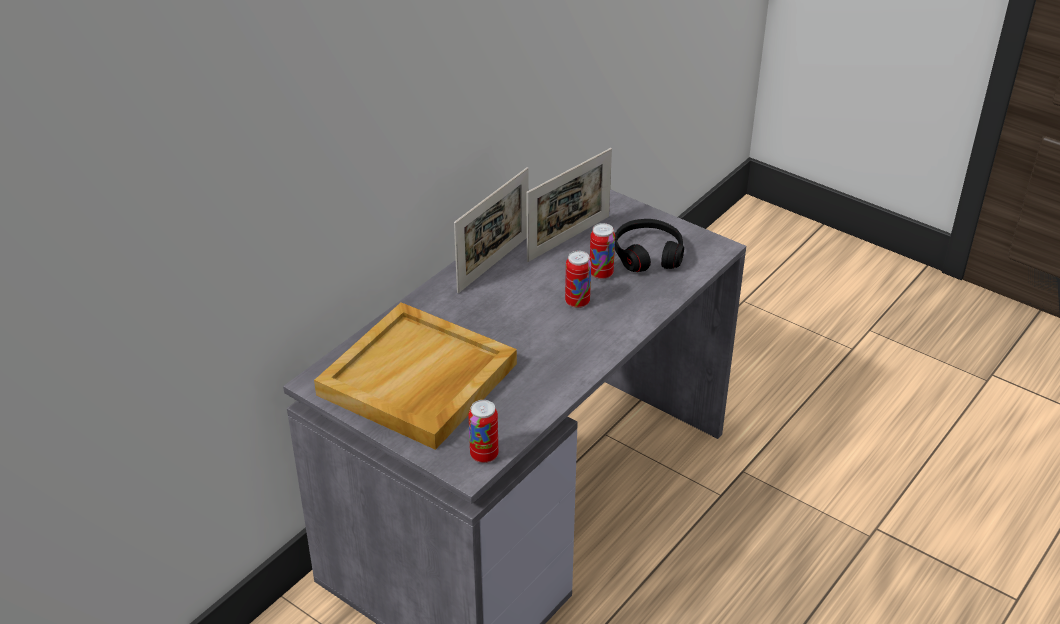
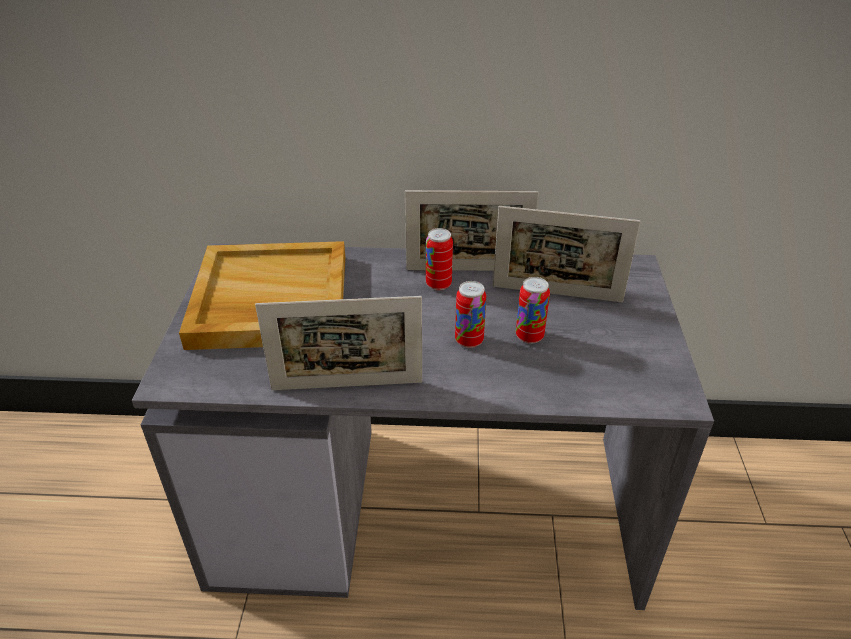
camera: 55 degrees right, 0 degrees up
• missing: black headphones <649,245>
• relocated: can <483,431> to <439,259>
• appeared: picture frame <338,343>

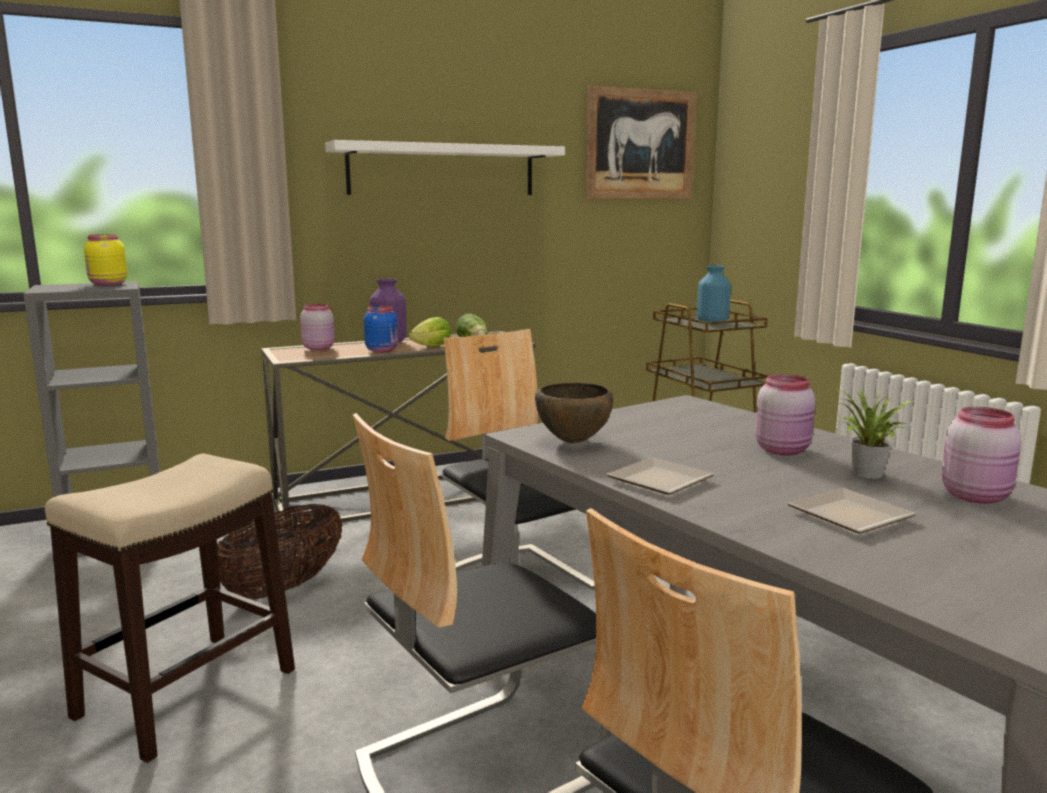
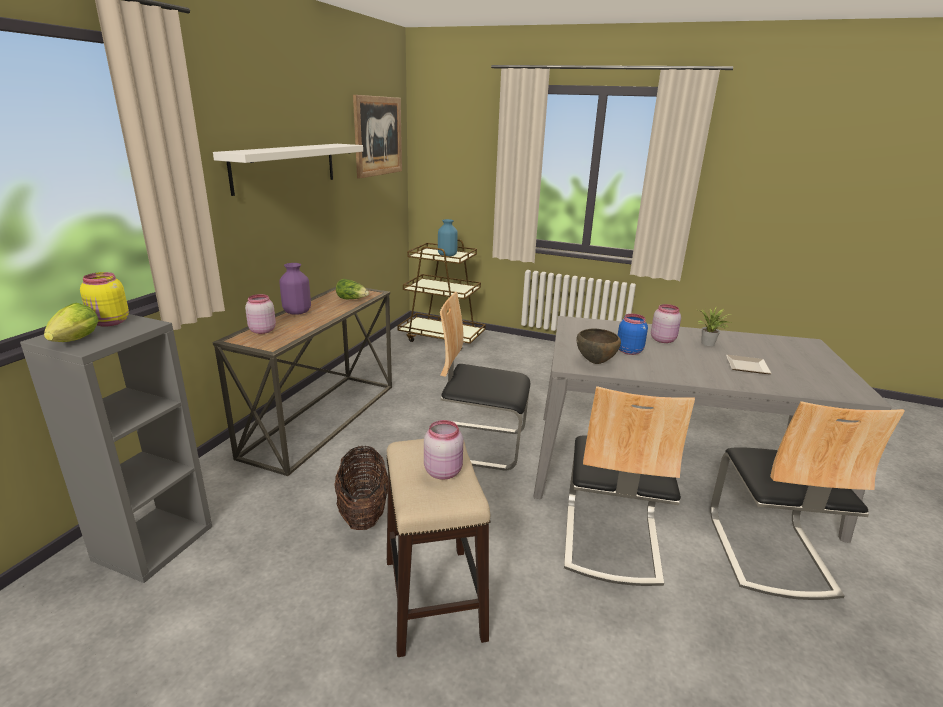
camera: 45 degrees left, 10 degrees up
• relocated: blue jar <381,329> to <633,334>
• relocated: lettuce <430,331> to <71,322>
• relocated: pink jar <981,455> to <443,450>
• missing: plate <660,476>

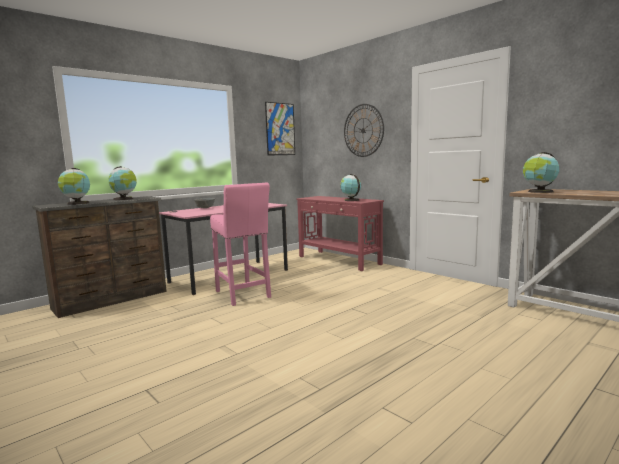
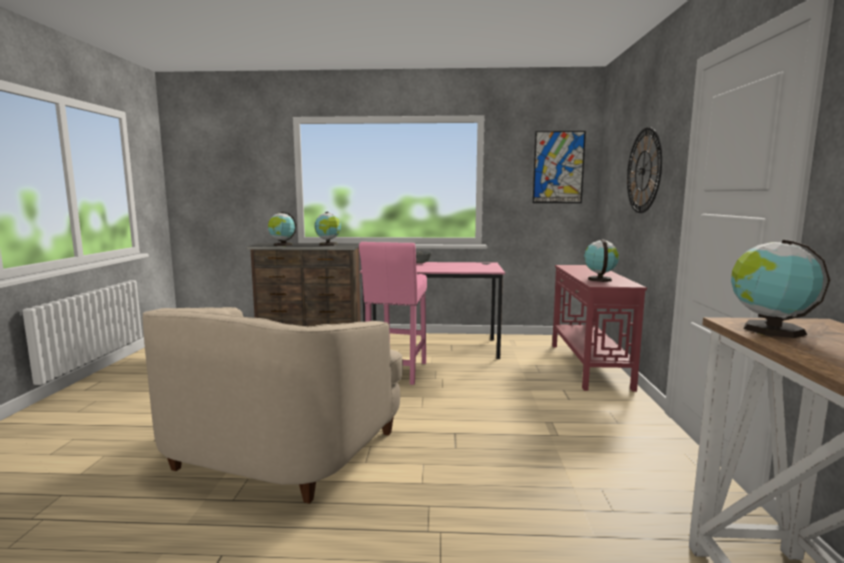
camera: 45 degrees right, 0 degrees up
• appeared: beige armchair <272,405>

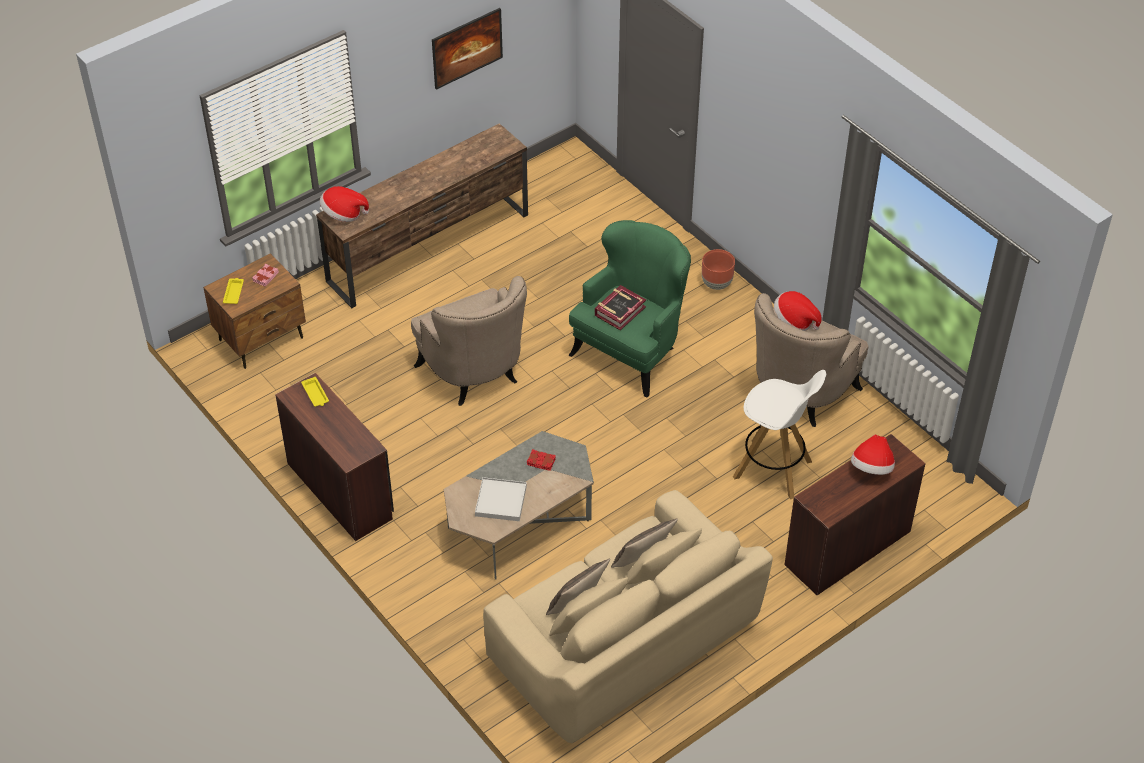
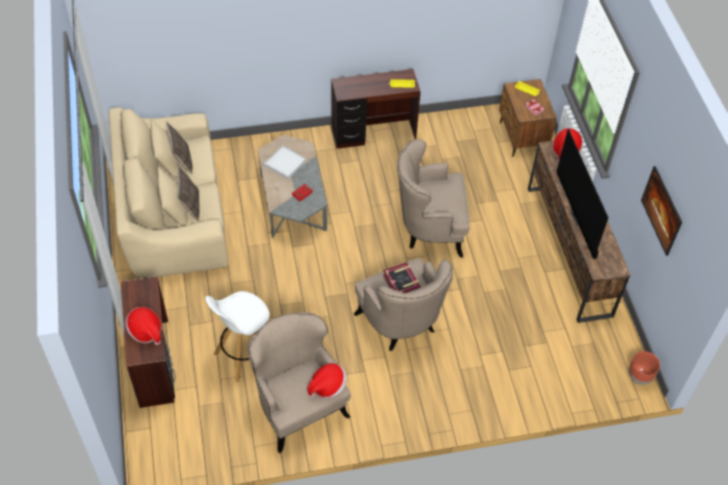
camera: 115 degrees right, 5 degrees up
• colour: green armchair <629,309> to beige armchair <403,304>
• relocated: brown planter <718,269> to <644,368>
• appeared: television <583,194>

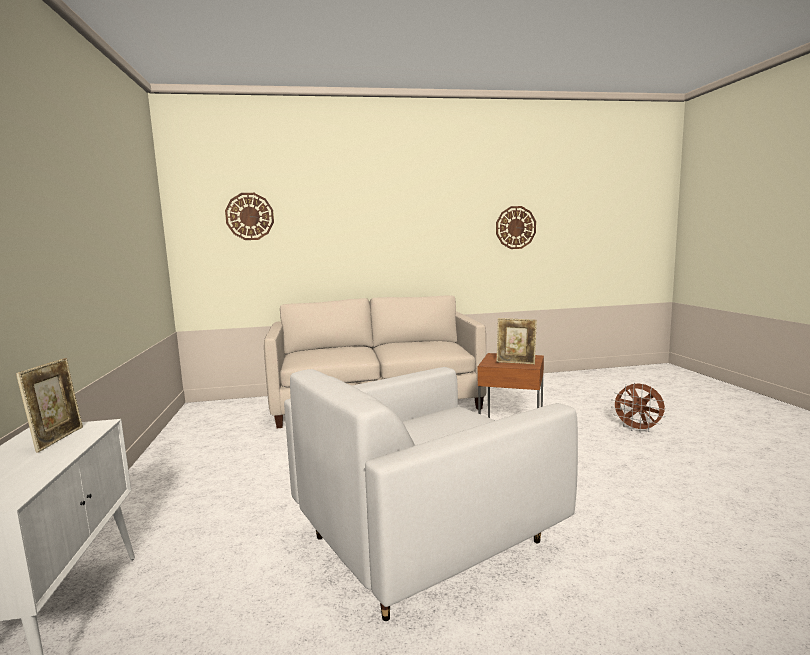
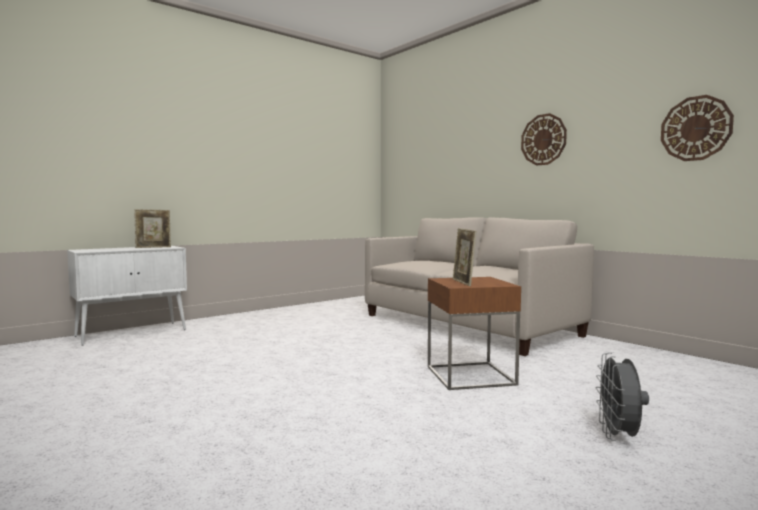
camera: 60 degrees right, 5 degrees down
• relocated: wall clock <249,216> to <544,139>
• missing: white armchair <431,494>
• colour: brown fan <638,408> to grey fan <622,396>

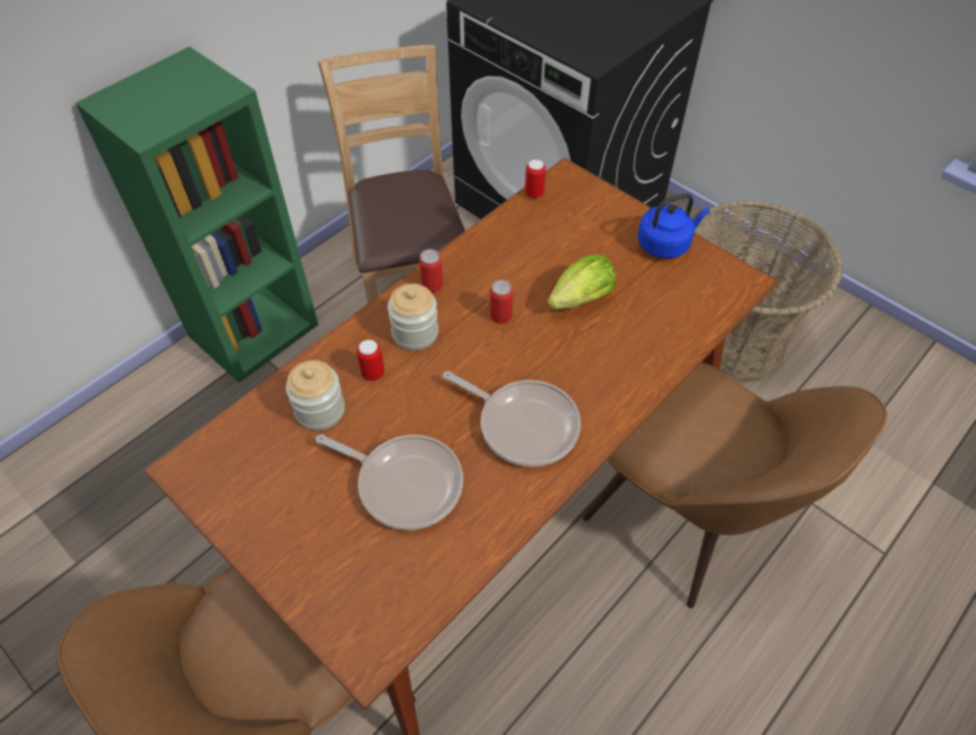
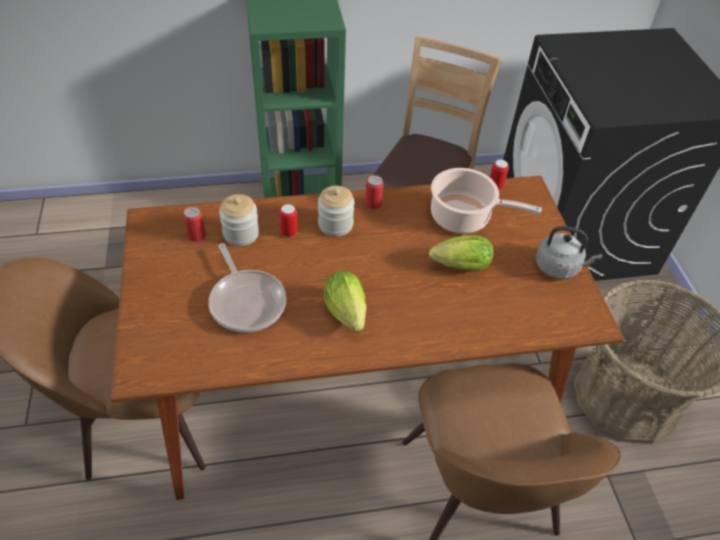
camera: 35 degrees right, 5 degrees down
• colour: blue kettle <674,226> to grey kettle <569,252>
• relocated: can <501,302> to <194,224>
• exchanged: frying pan <512,419> to lettuce <345,301>
• appeared: cooking pot <486,201>

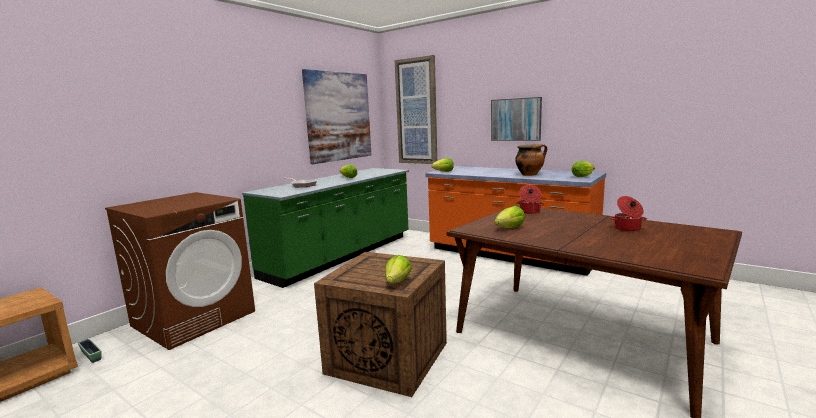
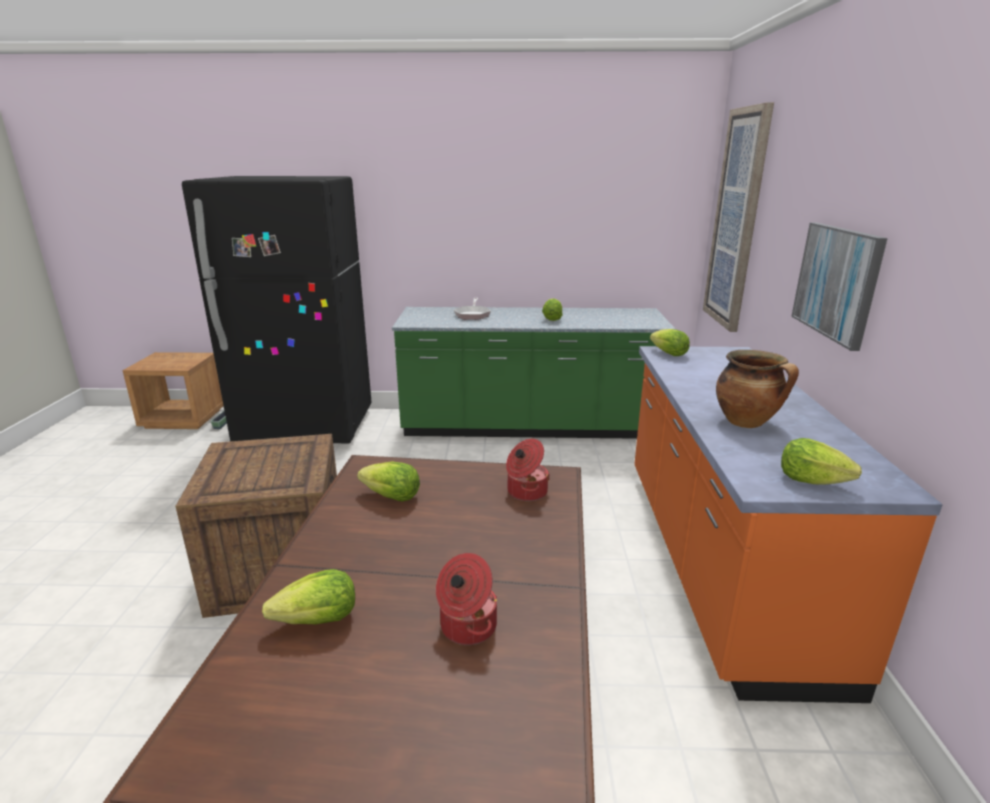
camera: 55 degrees right, 10 degrees up
• missing: picture <337,116>
• exchanged: brown washing machine <180,271> to black fridge <276,309>
• relocated: lettuce <398,269> to <308,596>

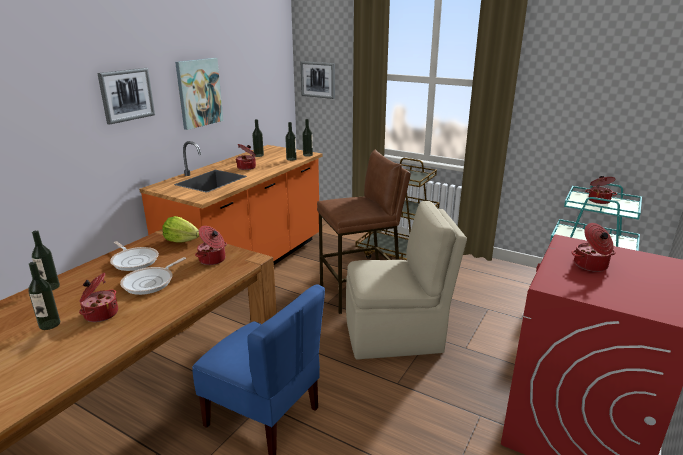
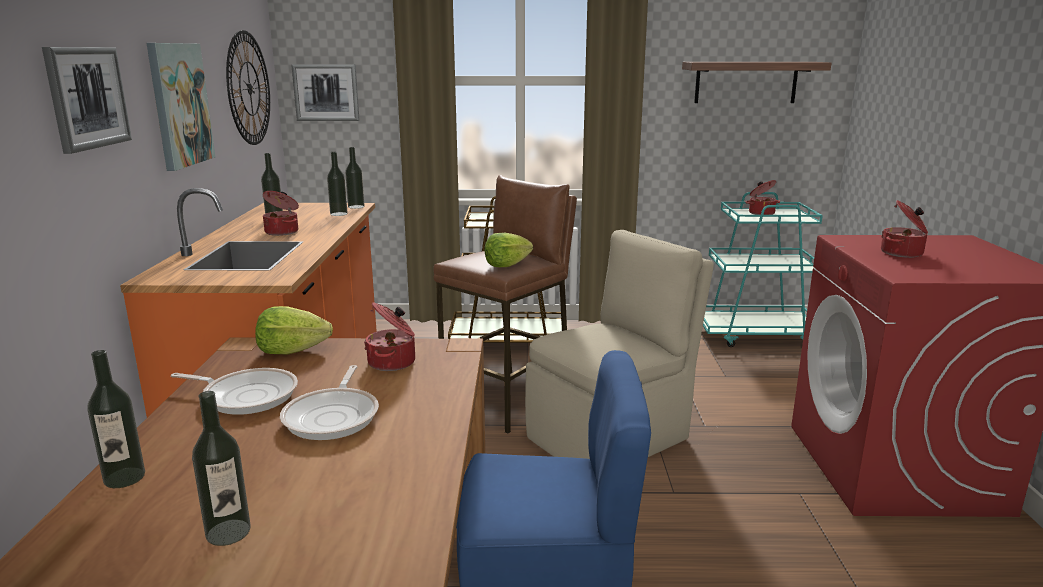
camera: 30 degrees left, 5 degrees down
• missing: cooking pot <98,297>
• appeared: wall clock <248,87>
• appeared: shelf <756,82>
• appeared: lettuce <509,250>

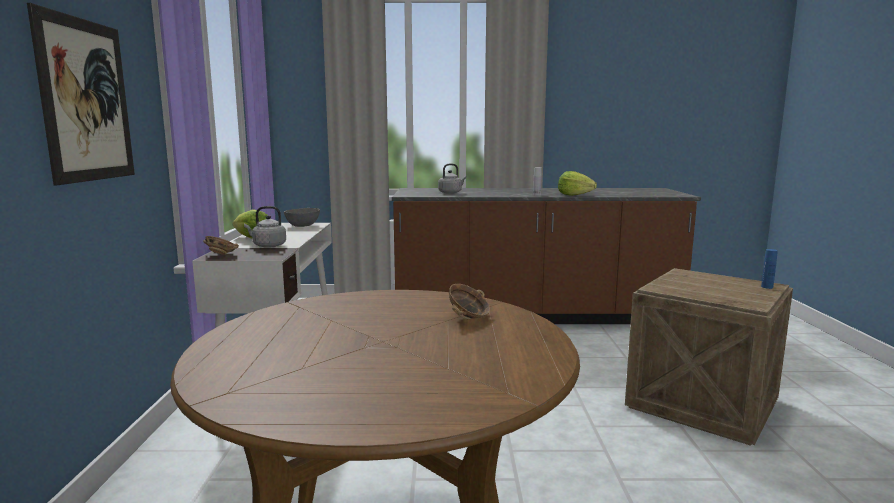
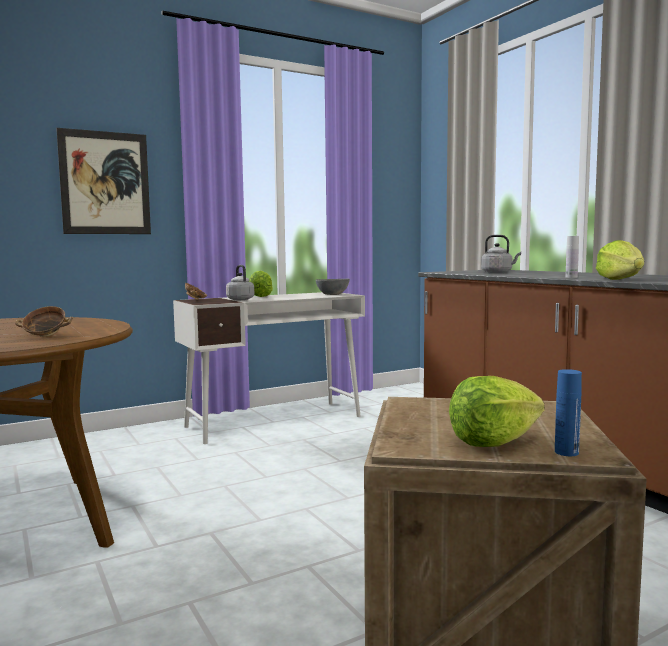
camera: 60 degrees right, 5 degrees down
• appeared: lettuce <496,411>

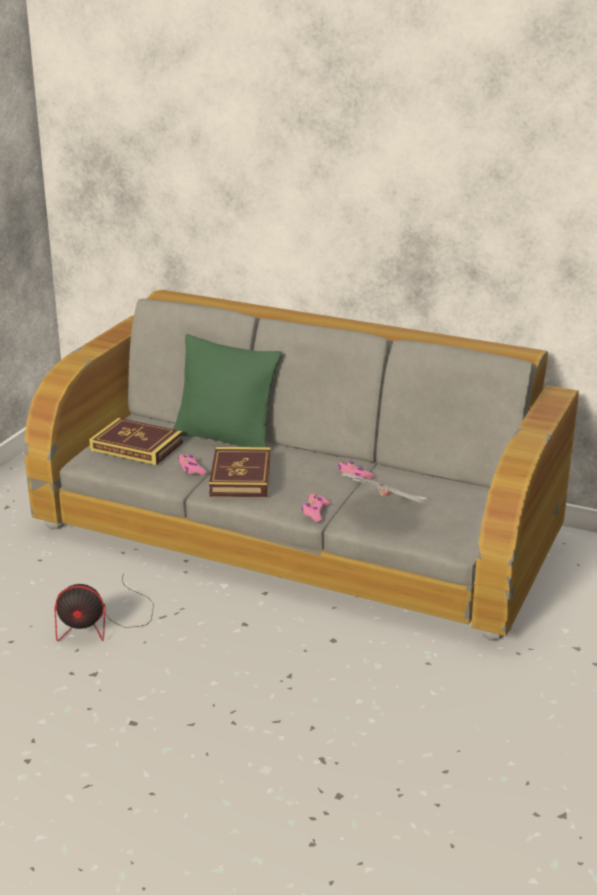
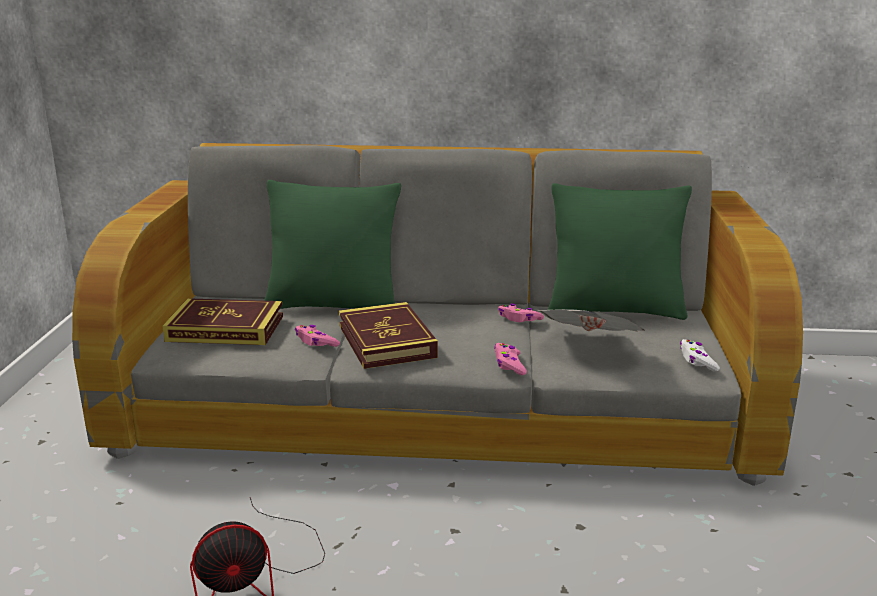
camera: 20 degrees left, 5 degrees down
• appeared: green pillow <620,251>
• appeared: white game controller <700,355>

